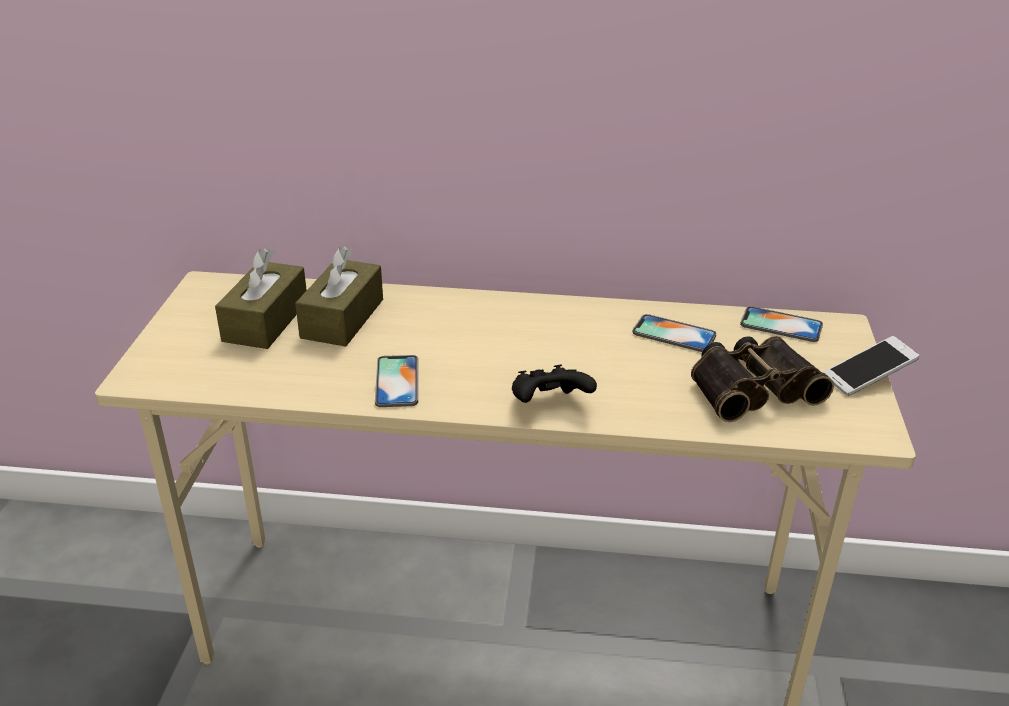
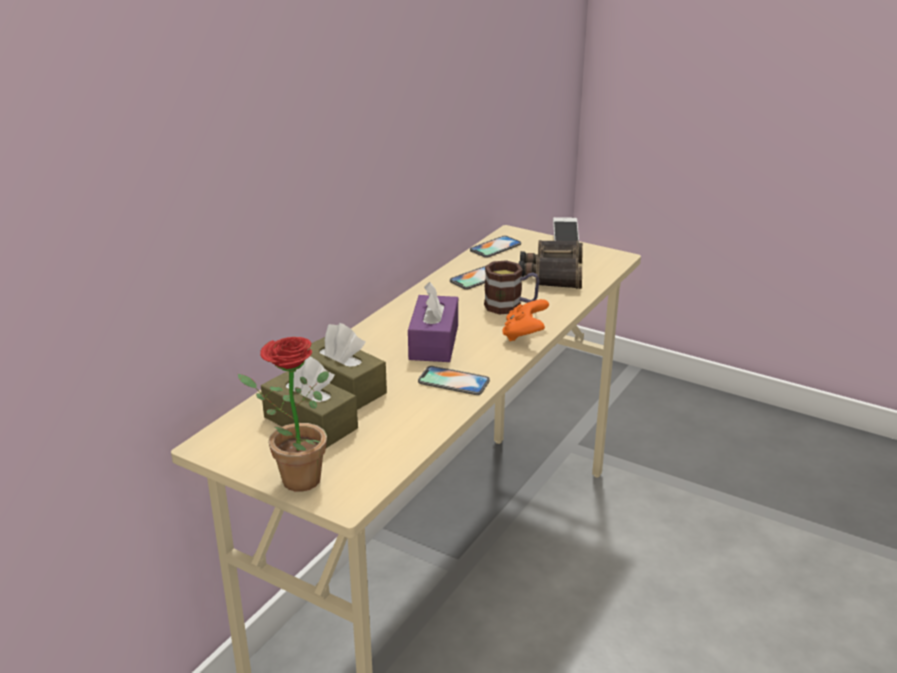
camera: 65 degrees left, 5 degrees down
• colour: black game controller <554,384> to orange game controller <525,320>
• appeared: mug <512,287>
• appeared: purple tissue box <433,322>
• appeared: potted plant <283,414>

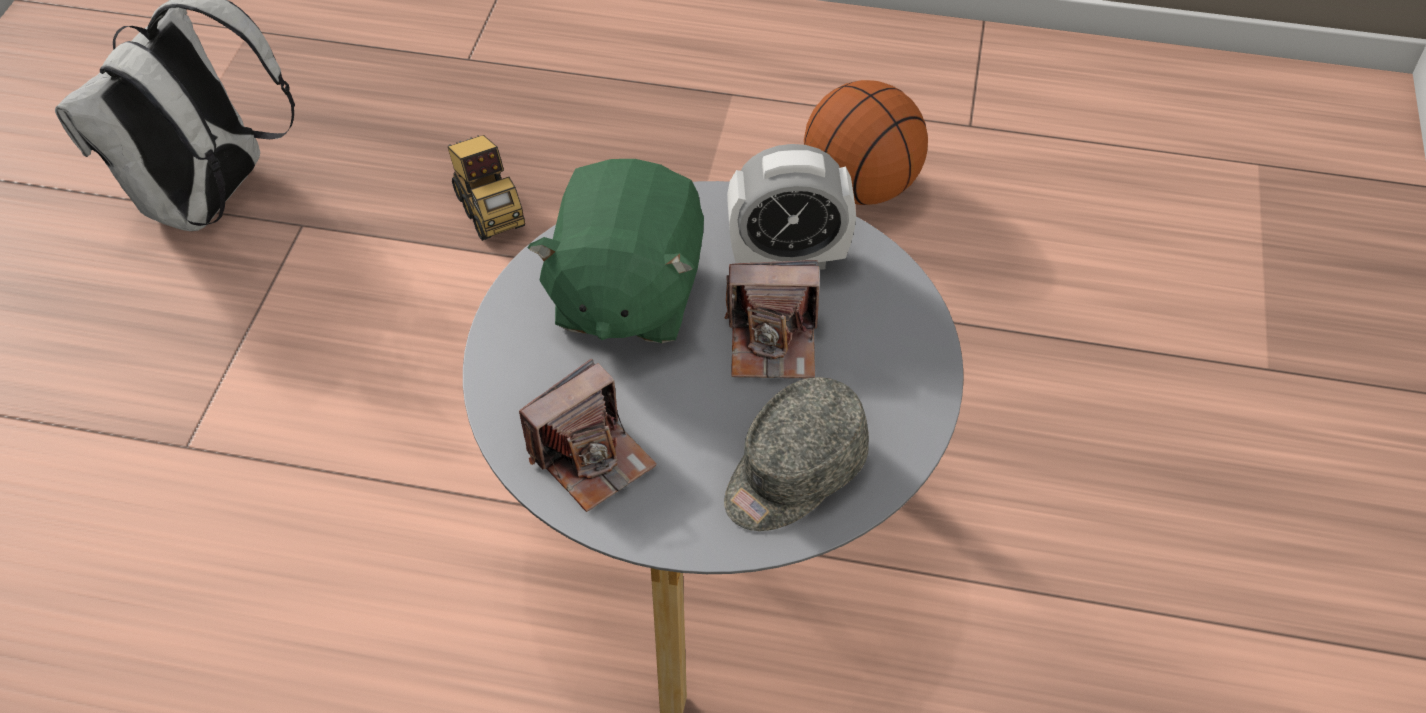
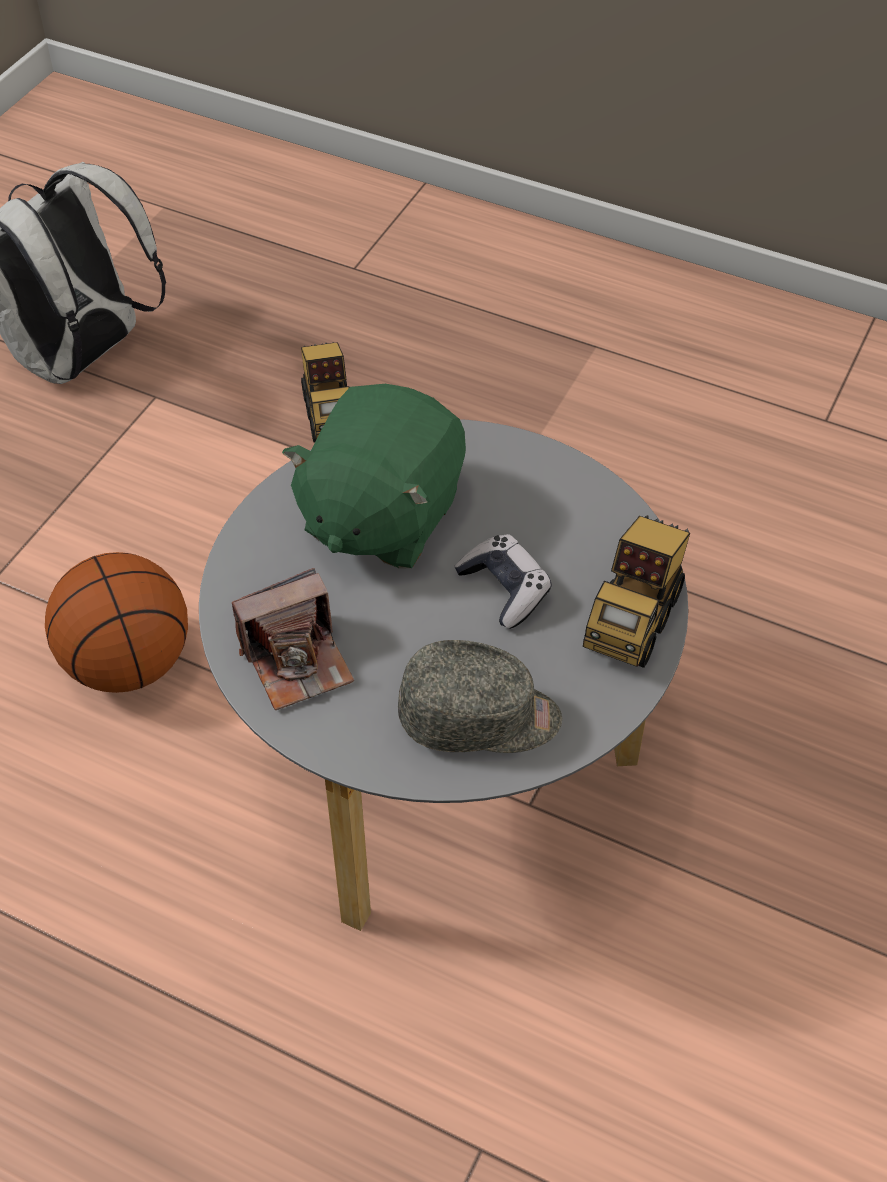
camera: 15 degrees right, 0 degrees up
• relocated: basketball <866,142> to <116,622>
• missing: alarm clock <791,207>
• exchanged: photo camera <772,319> to game controller <503,581>
• spun: grey cap <796,454> = <480,696> 150 degrees counterclockwise
• appeared: toy truck <636,591>

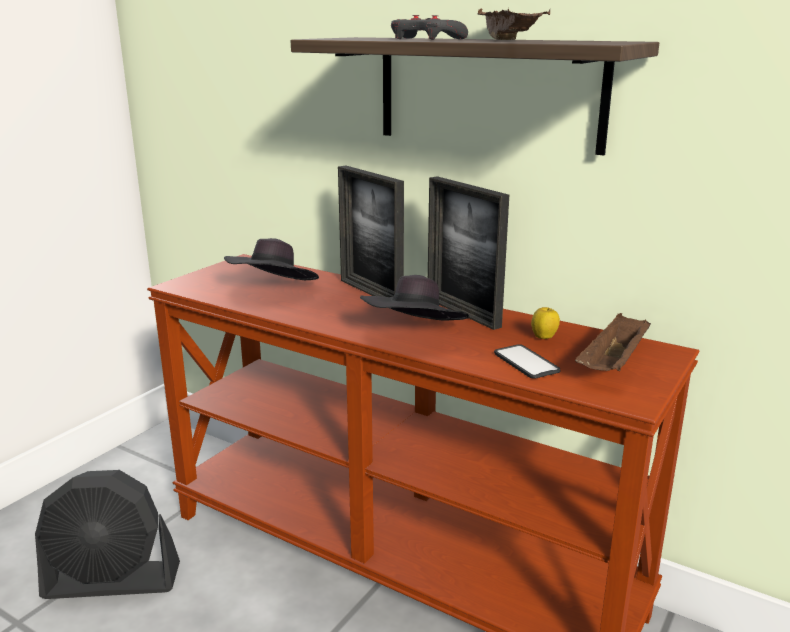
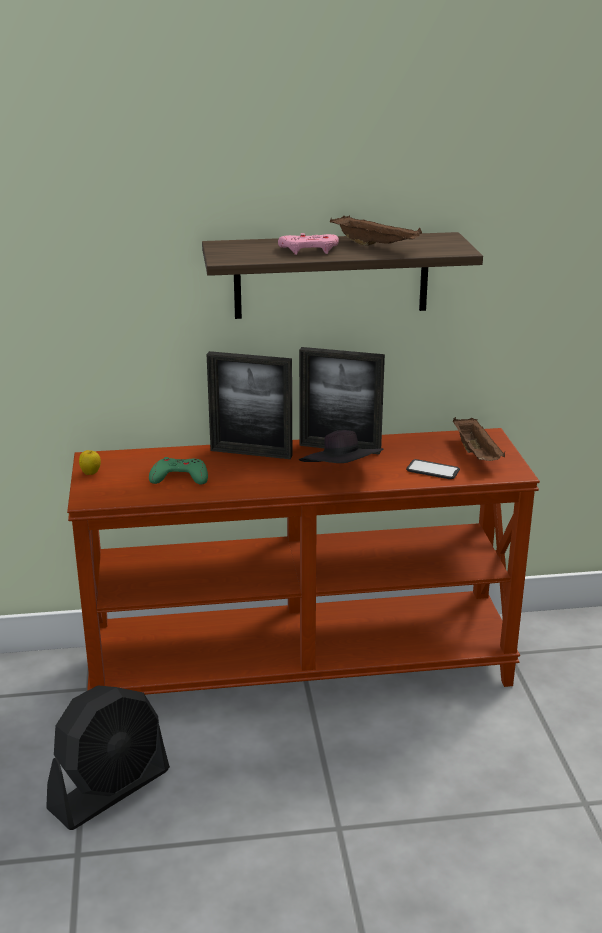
camera: 40 degrees left, 5 degrees up
• colour: grey game controller <429,27> to pink game controller <308,244>
• exchanged: black hat <271,259> to green game controller <178,470>
• relocated: apple <545,323> to <90,462>

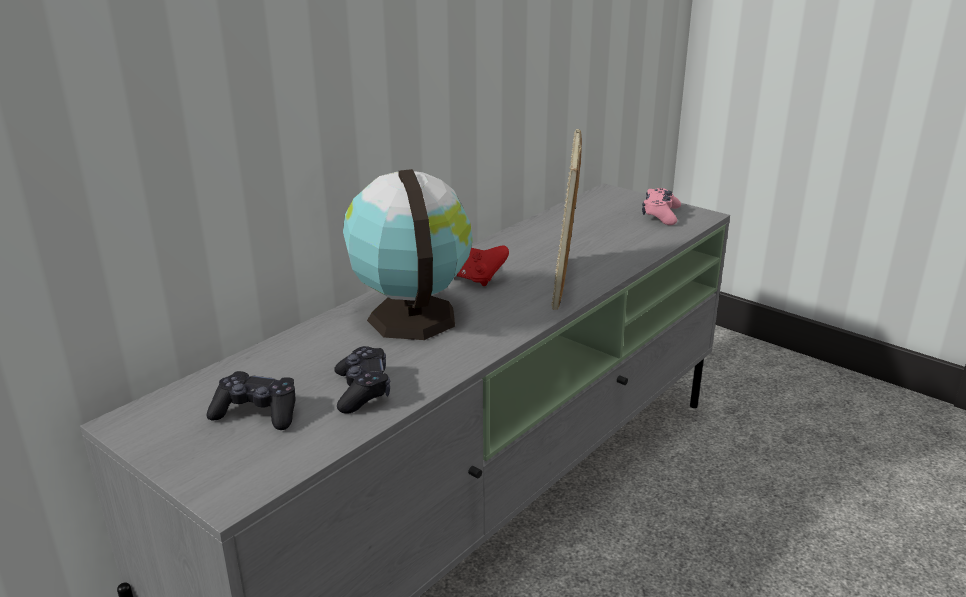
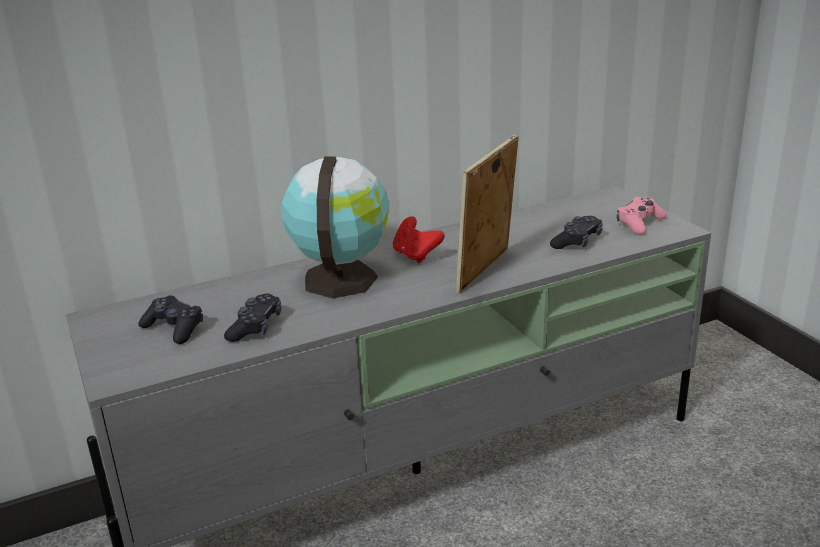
camera: 25 degrees right, 0 degrees up
• appeared: black game controller <576,232>

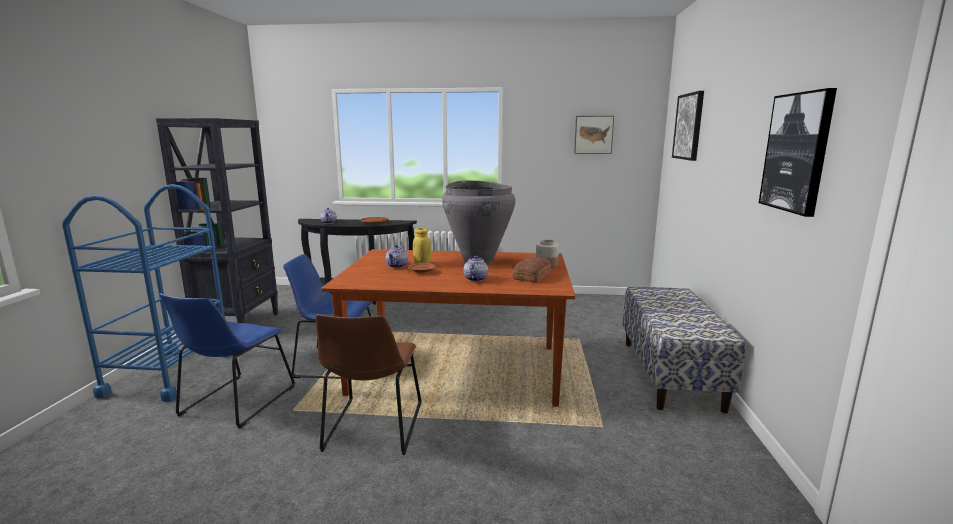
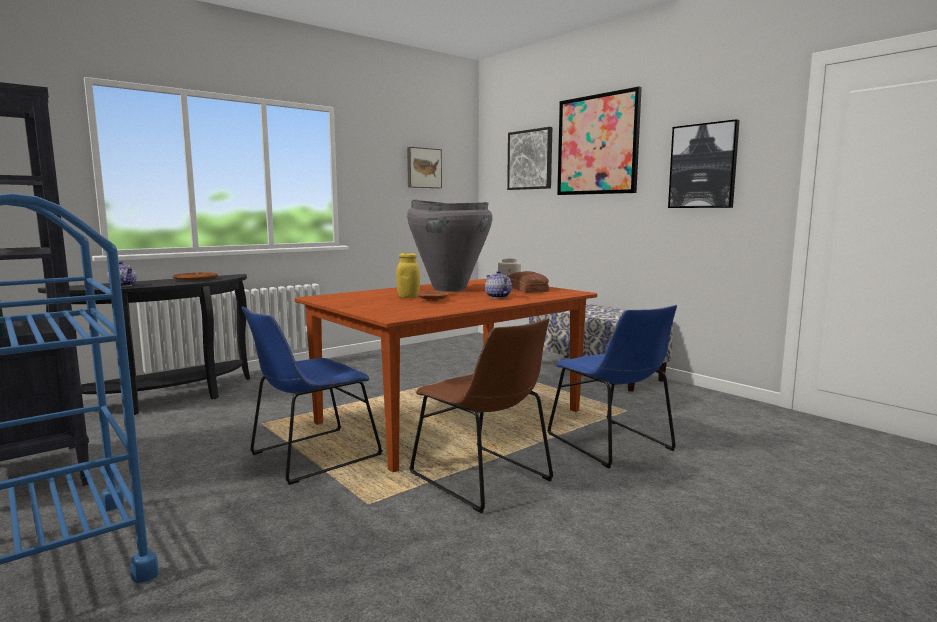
camera: 45 degrees left, 5 degrees down
• missing: teapot <397,256>
• relocated: blue chair <227,361> to <612,386>
• appeared: picture <599,141>

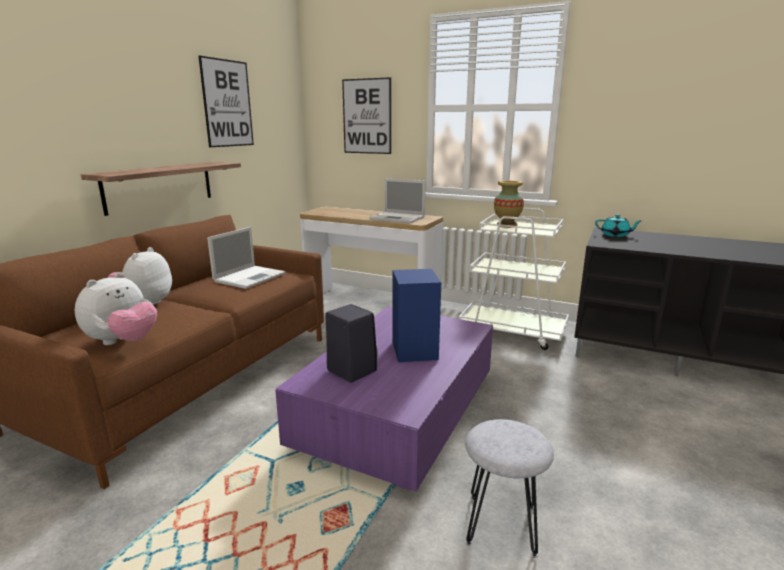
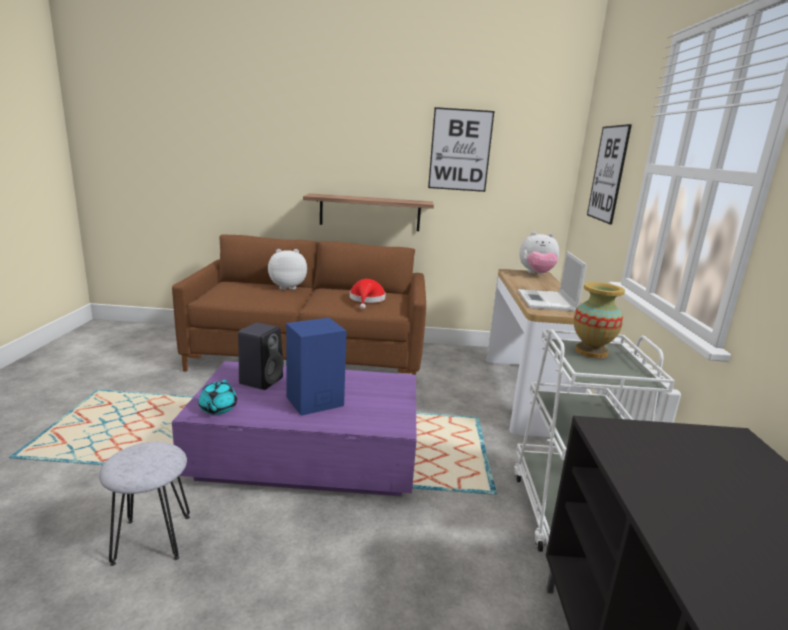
camera: 65 degrees right, 0 degrees up
• relocated: turquoise teapot <618,225> to <217,397>
• exchanged: laptop <246,258> to red hat <368,294>
• relocated: plush toy <116,308> to <539,253>

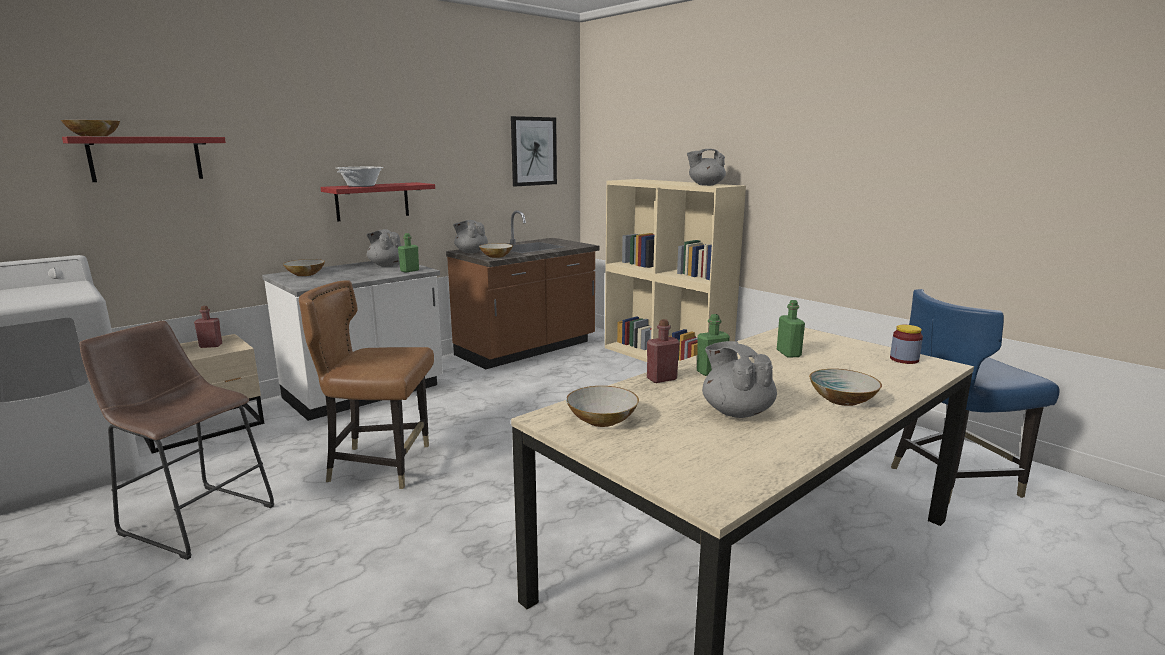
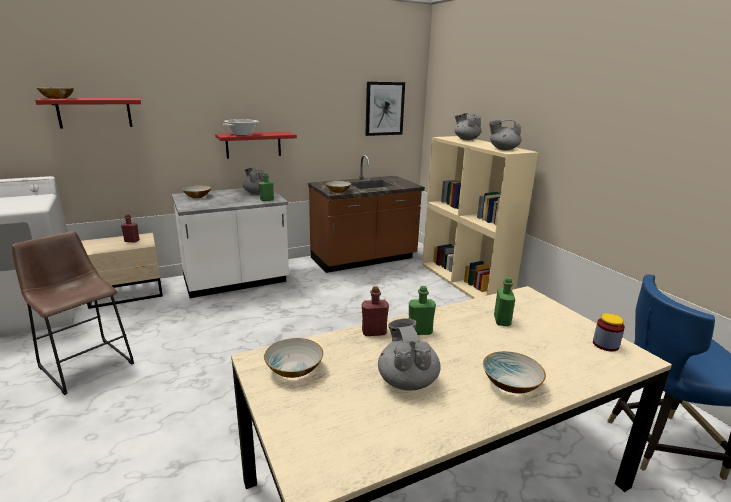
camera: 15 degrees right, 5 degrees up
• relocated: grey teapot <470,236> to <468,126>
• missing: brown chair <366,384>

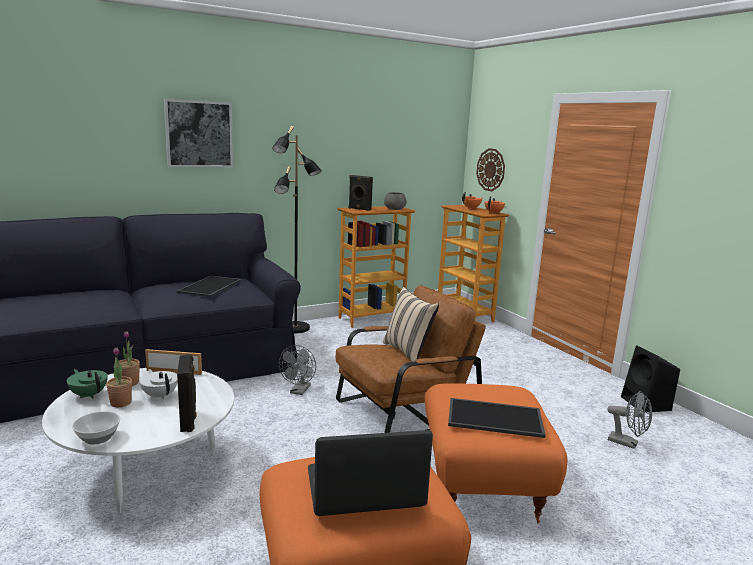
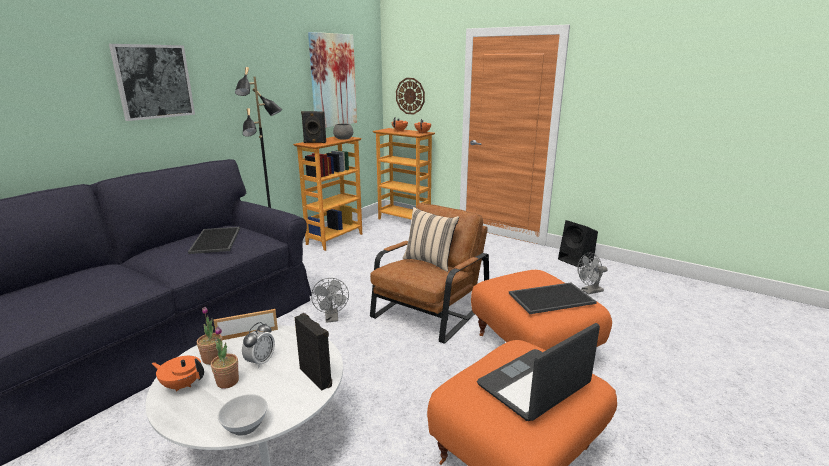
camera: 25 degrees left, 5 degrees up
• colour: green teapot <87,383> to orange teapot <178,374>
• exchanged: white teapot <159,384> to alarm clock <258,345>
• spun: grey fan <630,420> = <592,273> 150 degrees clockwise
• appeared: picture <332,80>

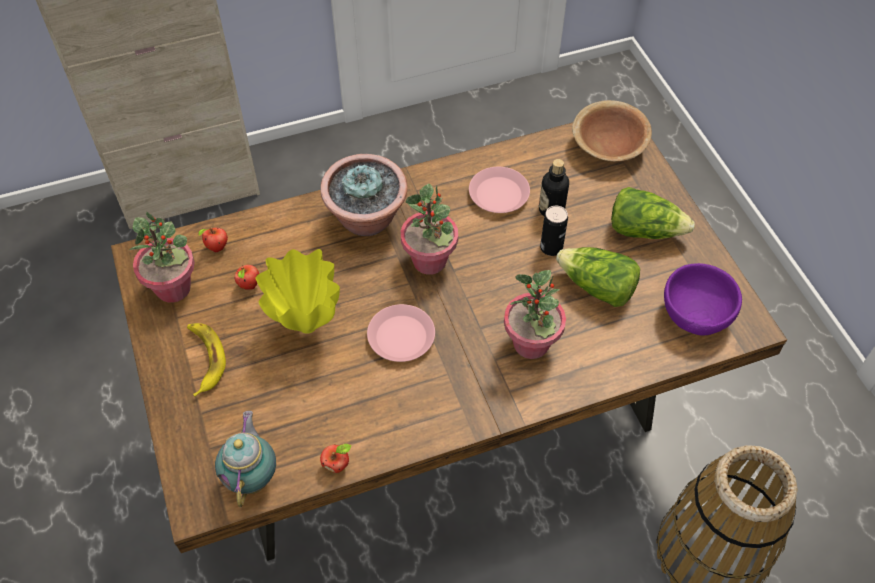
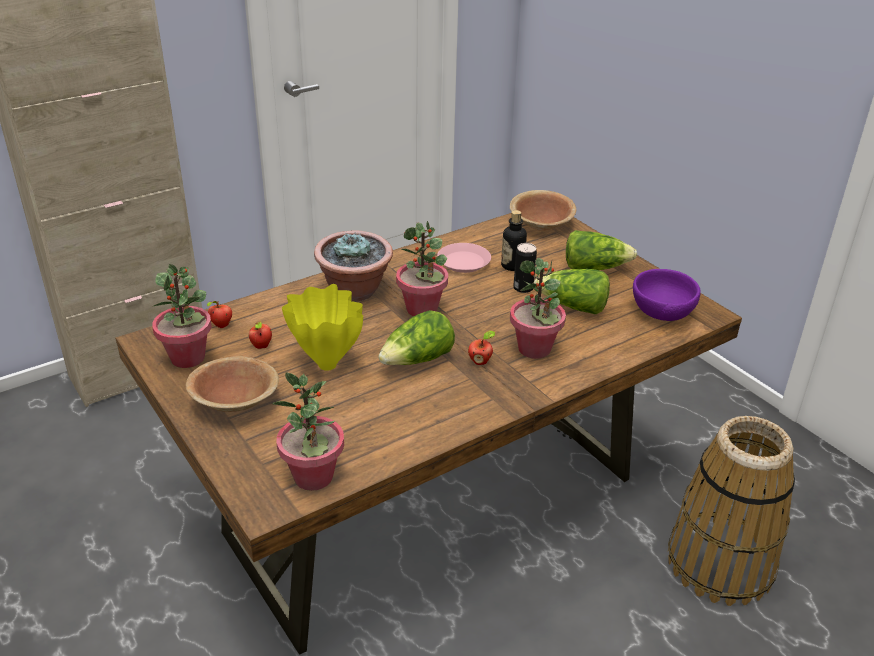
camera: 15 degrees left, 20 degrees down
• exchanged: pink plate <401,333> to lettuce <416,337>
• exchanged: banana <206,360> to brown bowl <232,384>
• exchanged: teapot <245,459> to potted plant <308,431>
• relocated: apple <336,458> to <481,348>

